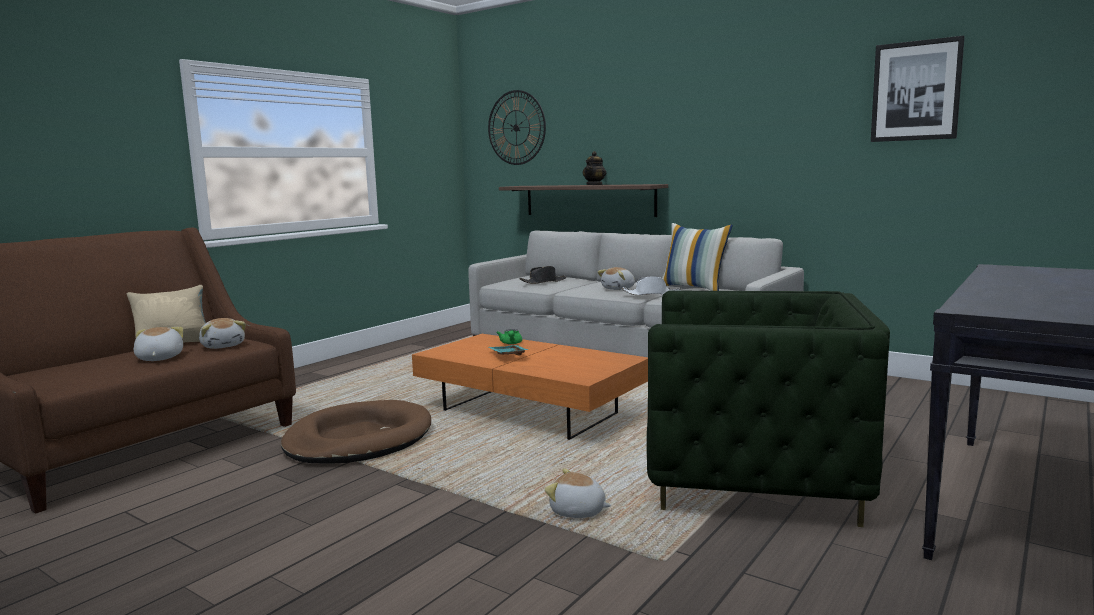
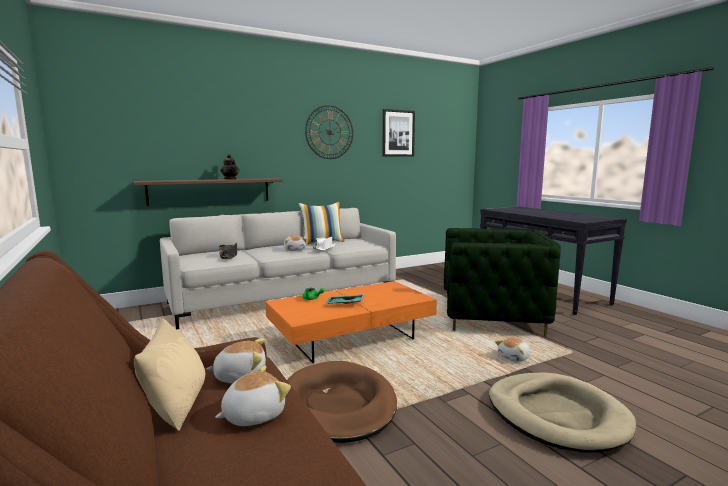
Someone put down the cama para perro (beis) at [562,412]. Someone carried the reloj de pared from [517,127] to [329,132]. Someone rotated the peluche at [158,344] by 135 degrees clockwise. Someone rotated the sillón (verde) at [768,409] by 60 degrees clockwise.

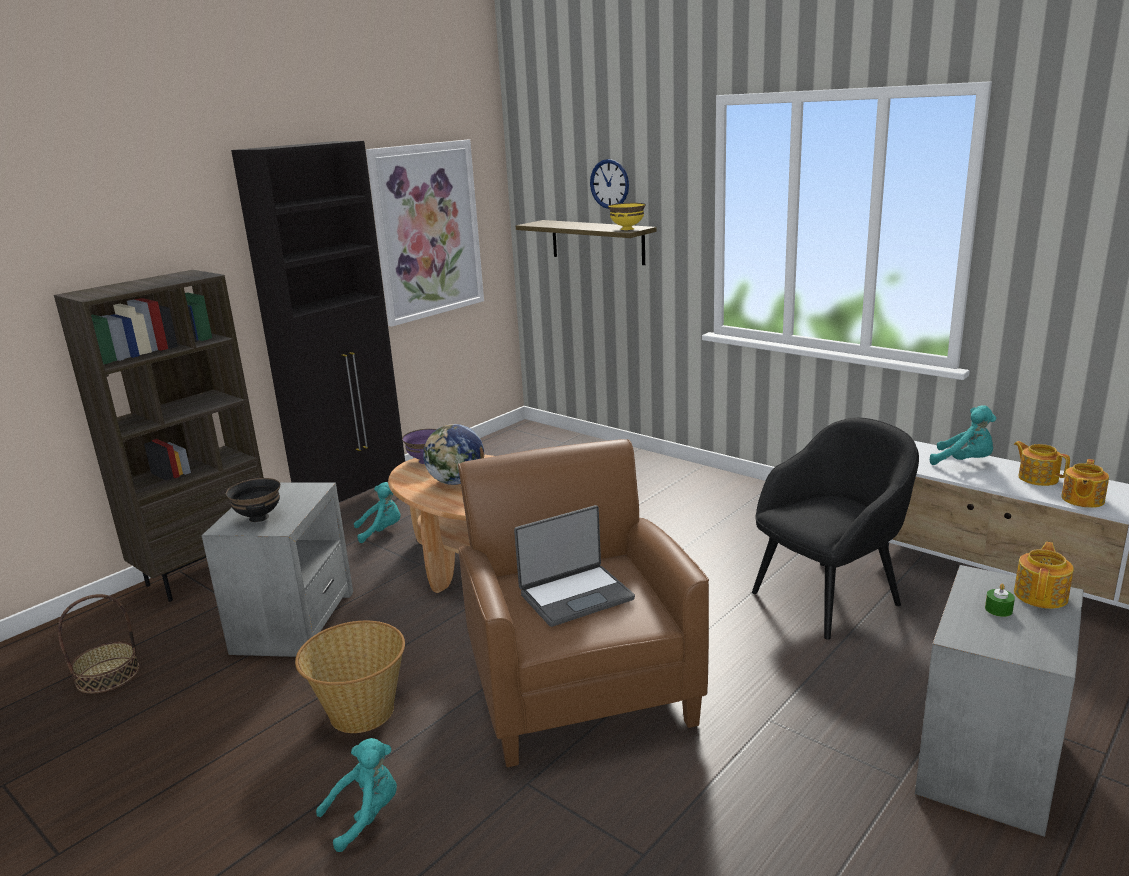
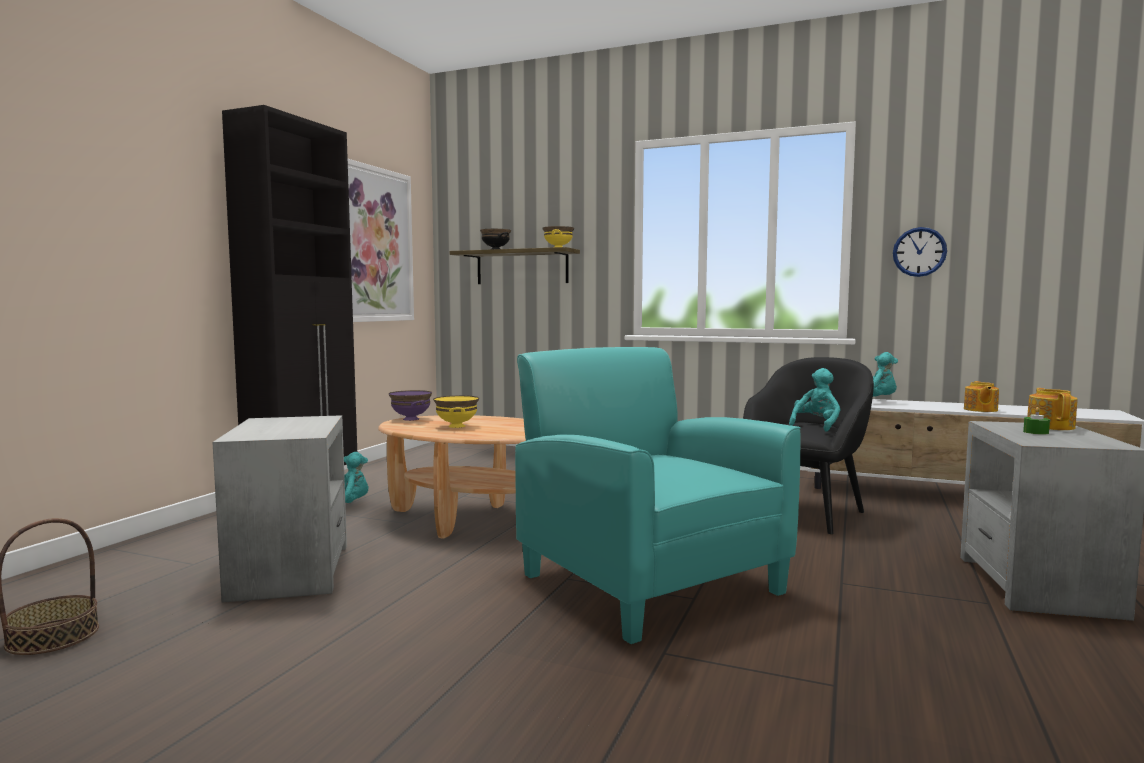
Someone took away the estantería (marrón) at [159,436]. Someone took away the cesta at [350,677]. Someone took away the portátil at [574,566]. Someone took away the tetera at [1042,463]. Someone carried the cuenco (negro) from [253,500] to [495,239]. Someone carried the peluche (turquesa) from [356,795] to [815,400]. Someone carried the reloj de pared from [609,184] to [920,252]. Someone swapped the globo terráqueo at [453,454] for the cuenco (amarillo) at [456,411]. Someone repainted the sillón (marrón) at [583,603], which became the sillón (turquesa) at [658,495].

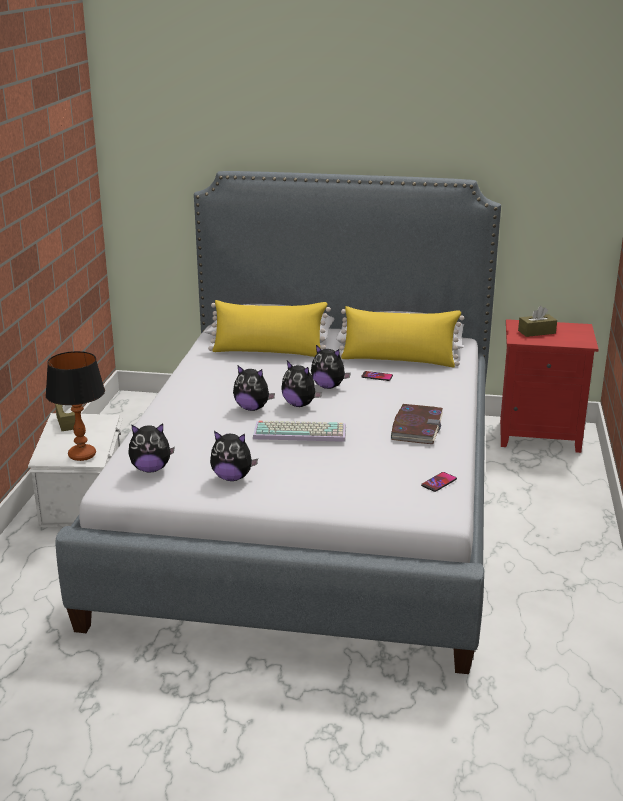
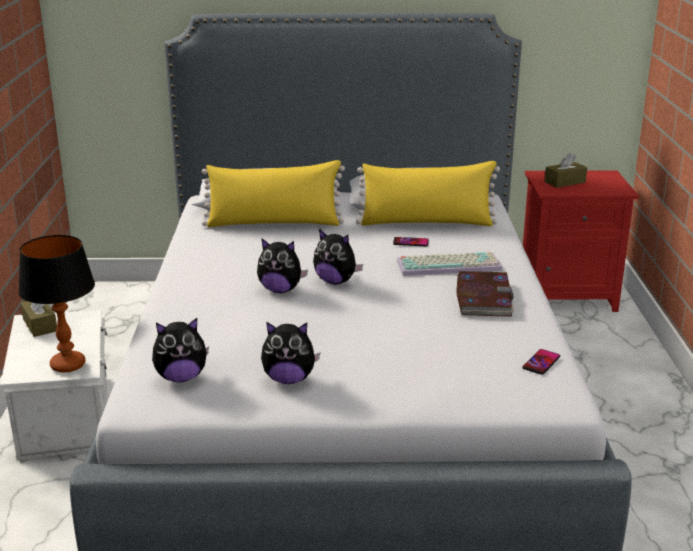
Someone took away the peluche at [331,367]. Someone carried the teclado from [299,431] to [449,264].

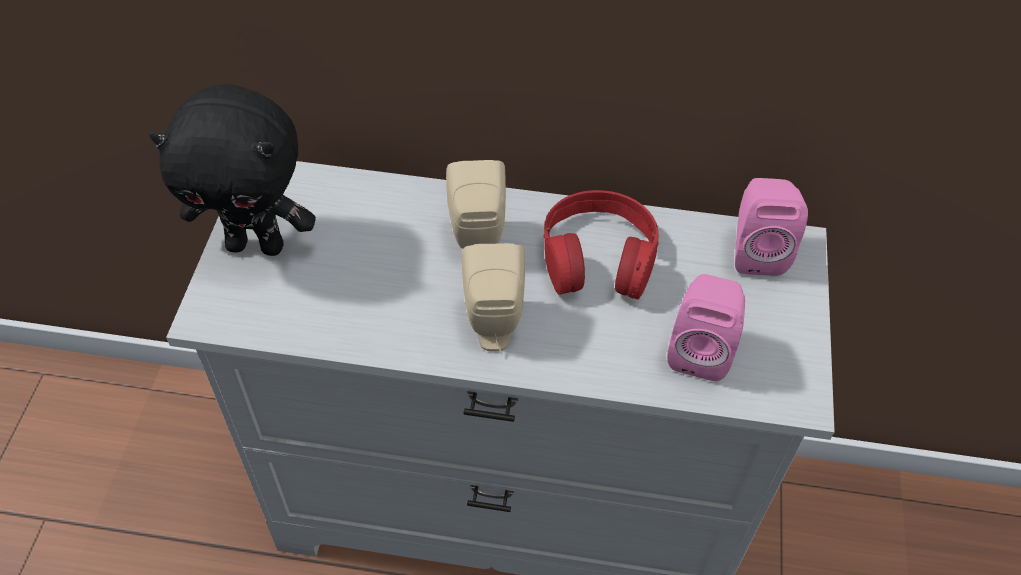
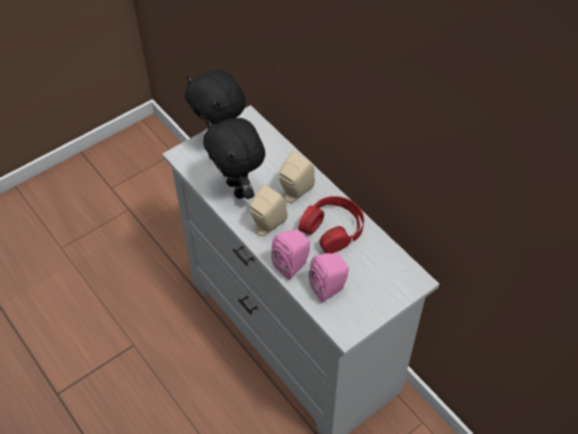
Someone put down the peluche (negro) at [234,158]. Someone carried the altavoz (rosa) from [771,227] to [290,254].

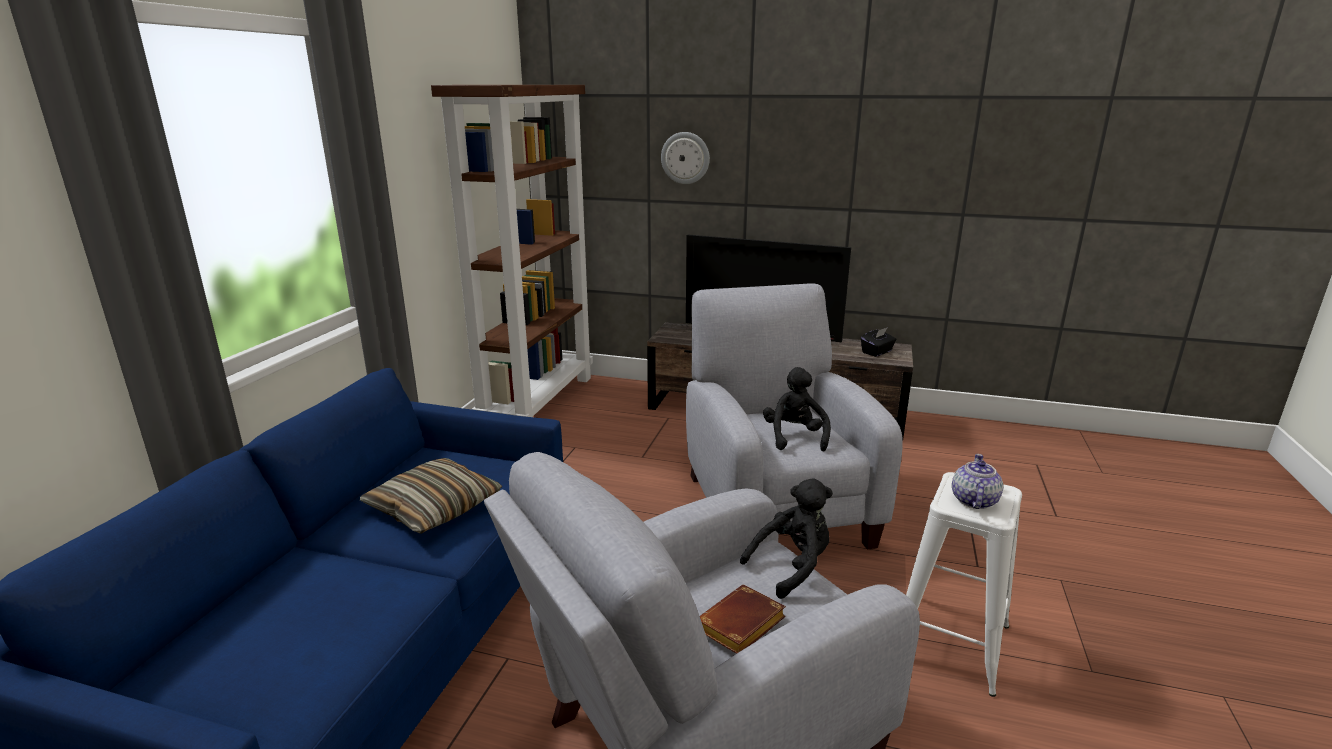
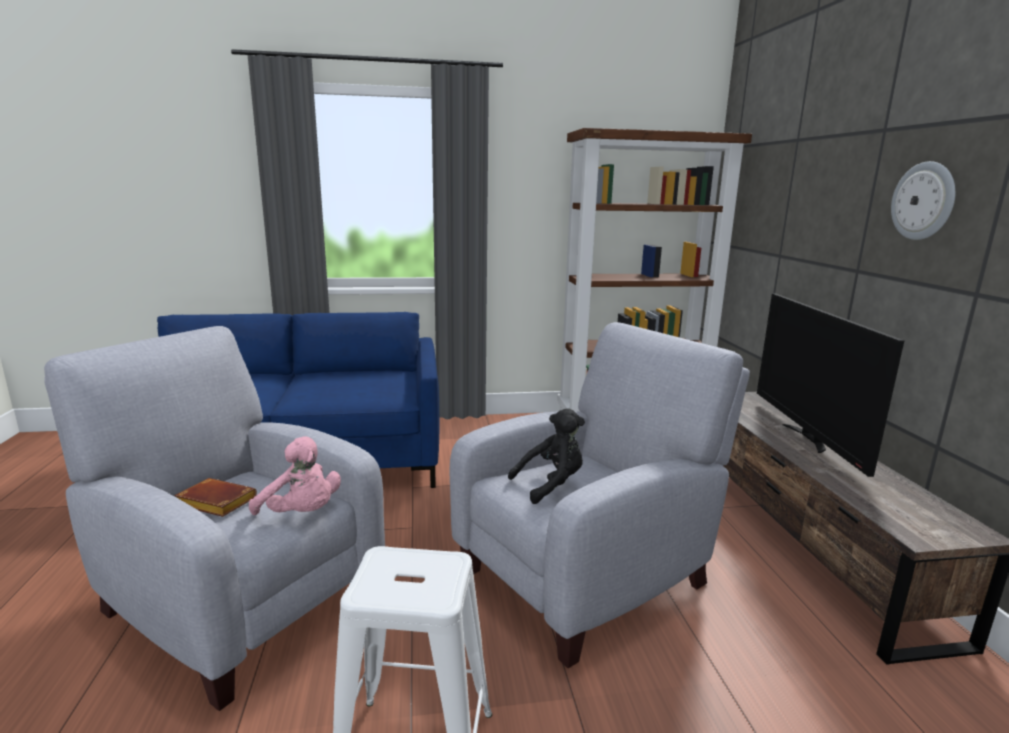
Someone took away the cojín at [431,496]. Someone took away the caja de pañuelos (negro) at [878,342]. Someone took away the tetera at [977,481]. Someone carried the reloj de pared from [685,158] to [923,200]. Someone repainted the peluche (negro) at [786,538], which became the peluche (rosa) at [295,475].

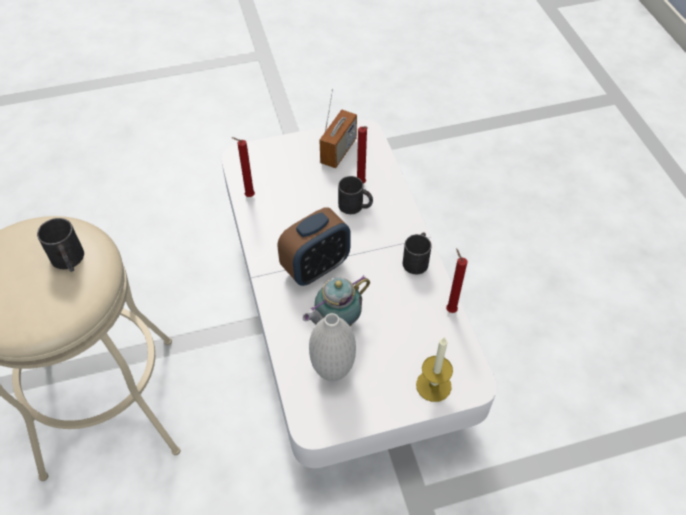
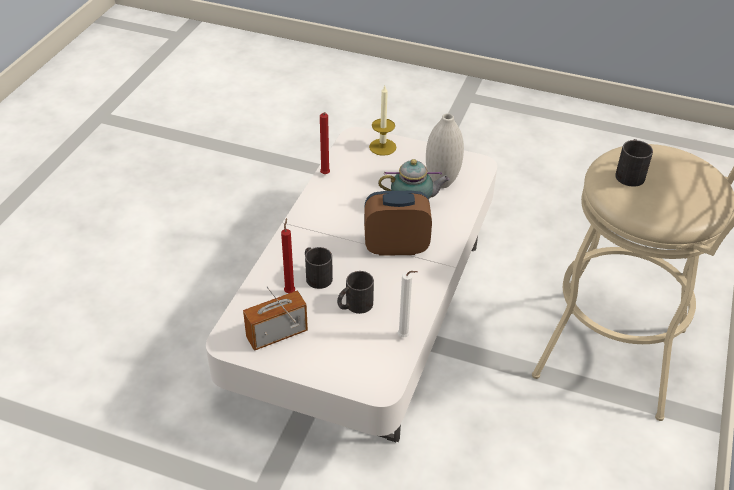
Someone carried the taza grande (negro) from [417,253] to [355,292]. Someone repainted the vela (rojo) at [243,167], which became the vela (blanco) at [408,304].

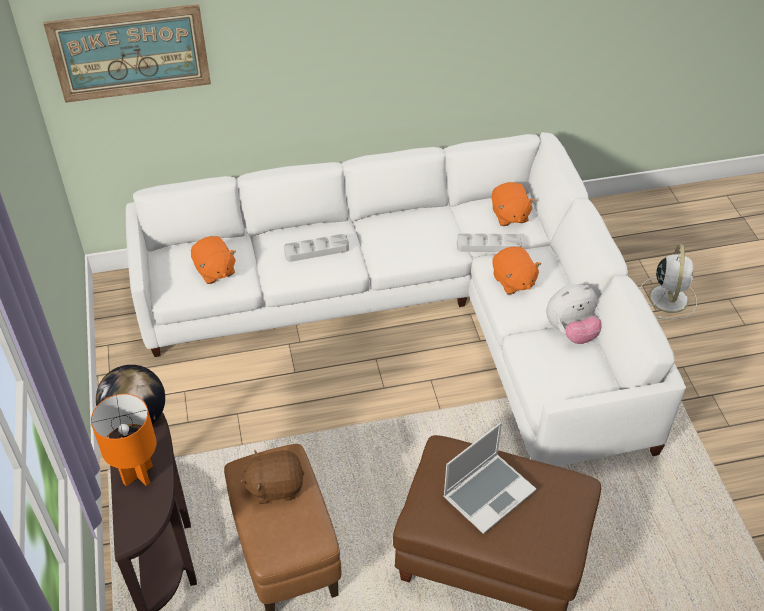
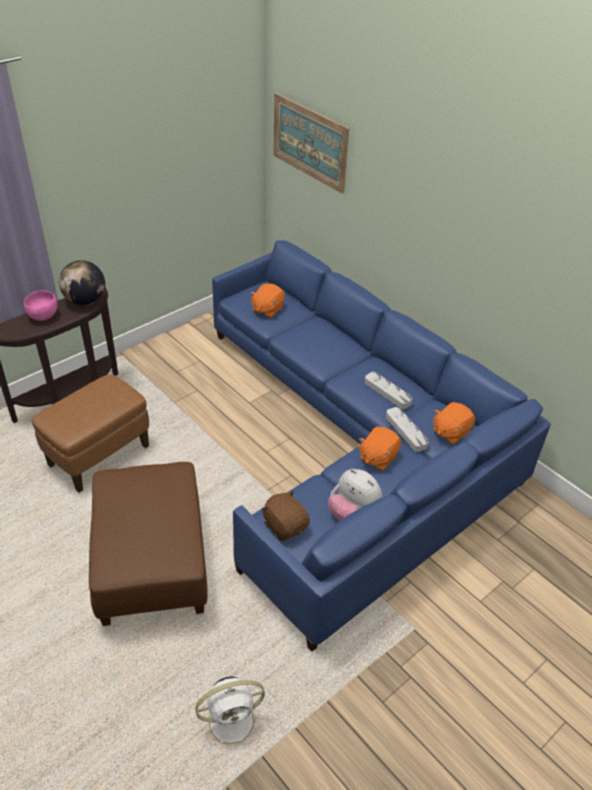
Someone took away the portátil at [489,478]. Someone carried the peluche (marrón) from [272,477] to [285,515]. Someone carried the bandeja (gris) from [316,248] to [389,390]. Someone carried the ventilador (blanco) from [668,281] to [230,715]. Someone swapped the lámpara de mesa (naranja) at [124,440] for the cuenco (rosa) at [41,305]. Someone repainted the sofá (blanco) at [406,299], which became the sofá (azul) at [381,446].

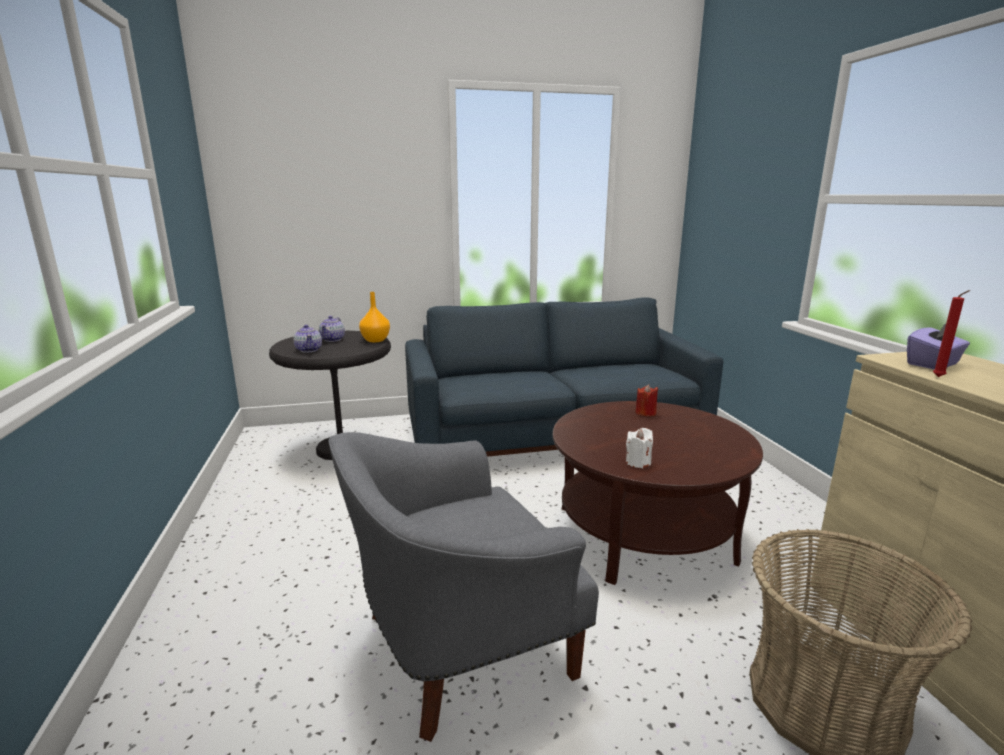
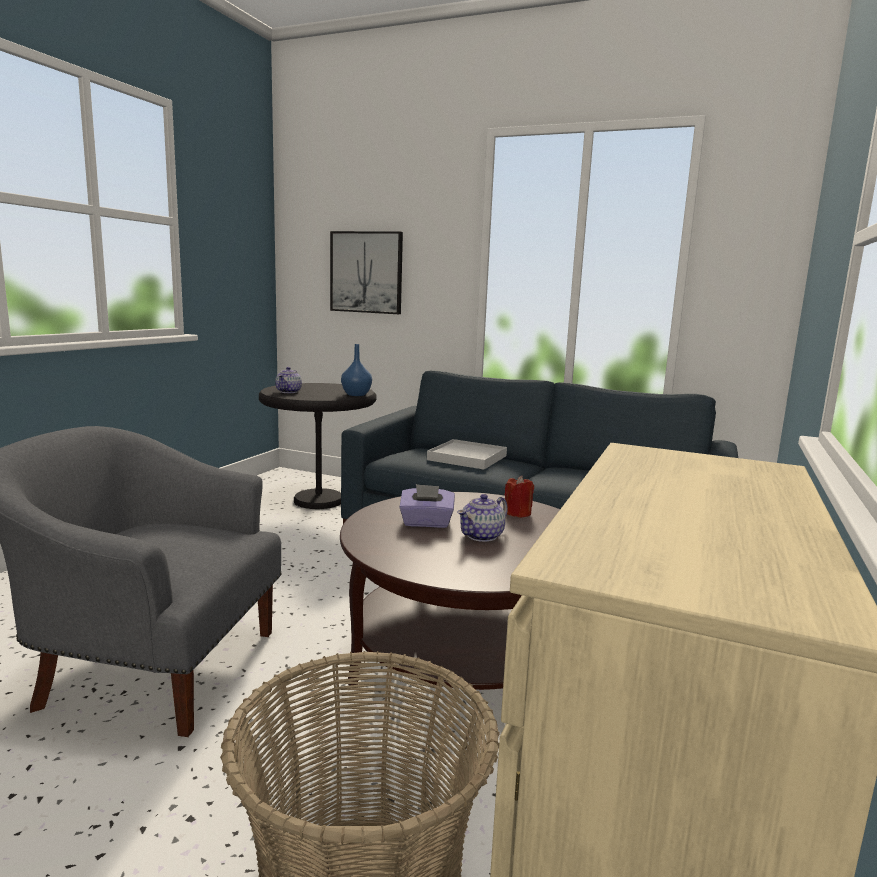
Someone took away the vela (blanco) at [639,448]. Someone took away the vela (rojo) at [952,333]. Someone put up the cuadro at [366,272]. Someone put down the bandeja (blanco) at [467,454]. Someone carried the tetera from [332,329] to [482,518]. Someone carried the caja de pañuelos (morado) from [938,346] to [427,506]. Someone repainted the florero (naranja) at [374,317], which became the florero (azul) at [356,370].

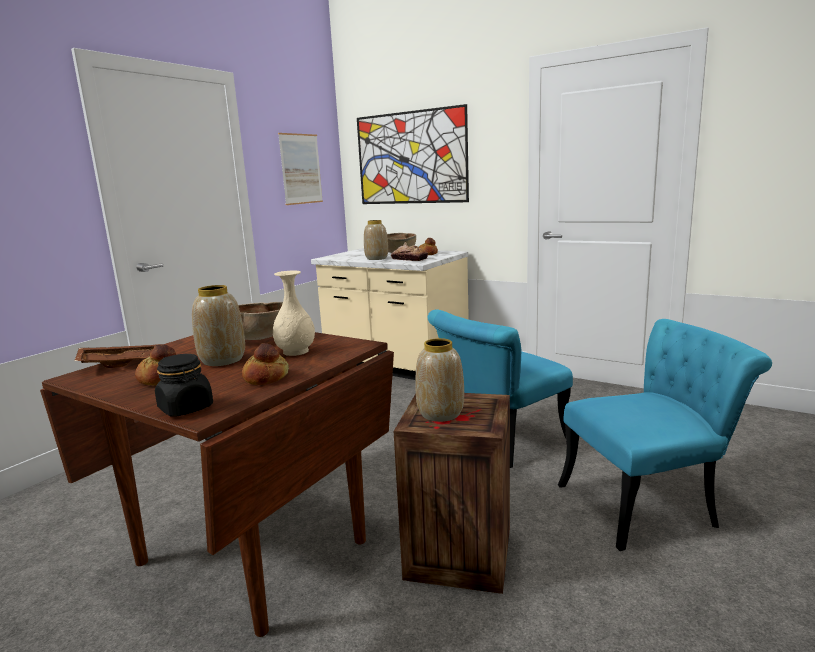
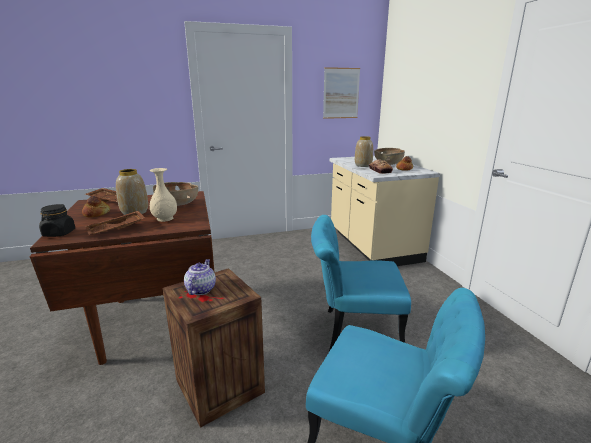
Someone took away the cuadro at [413,154]. Someone swapped the pan at [265,364] for the bandeja (marrón) at [115,223]. Someone swapped the florero at [439,380] for the tetera at [200,277].

